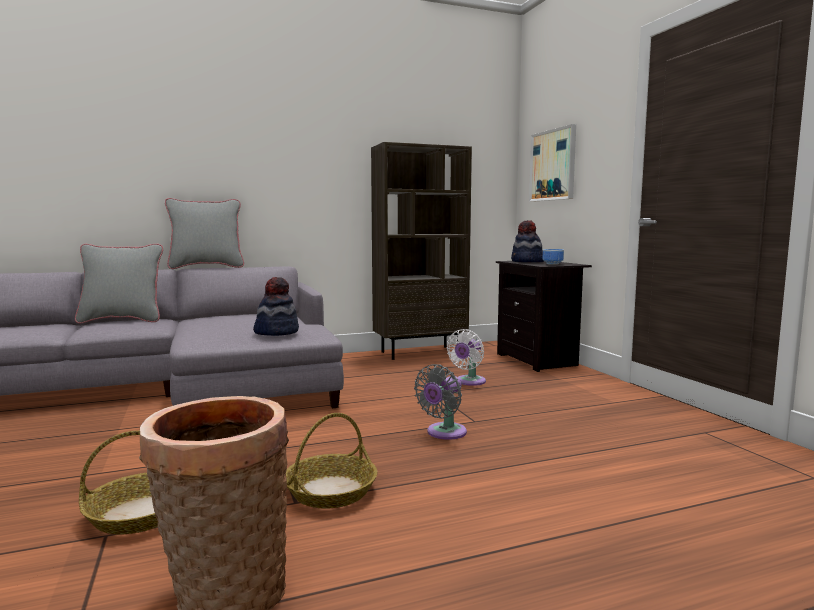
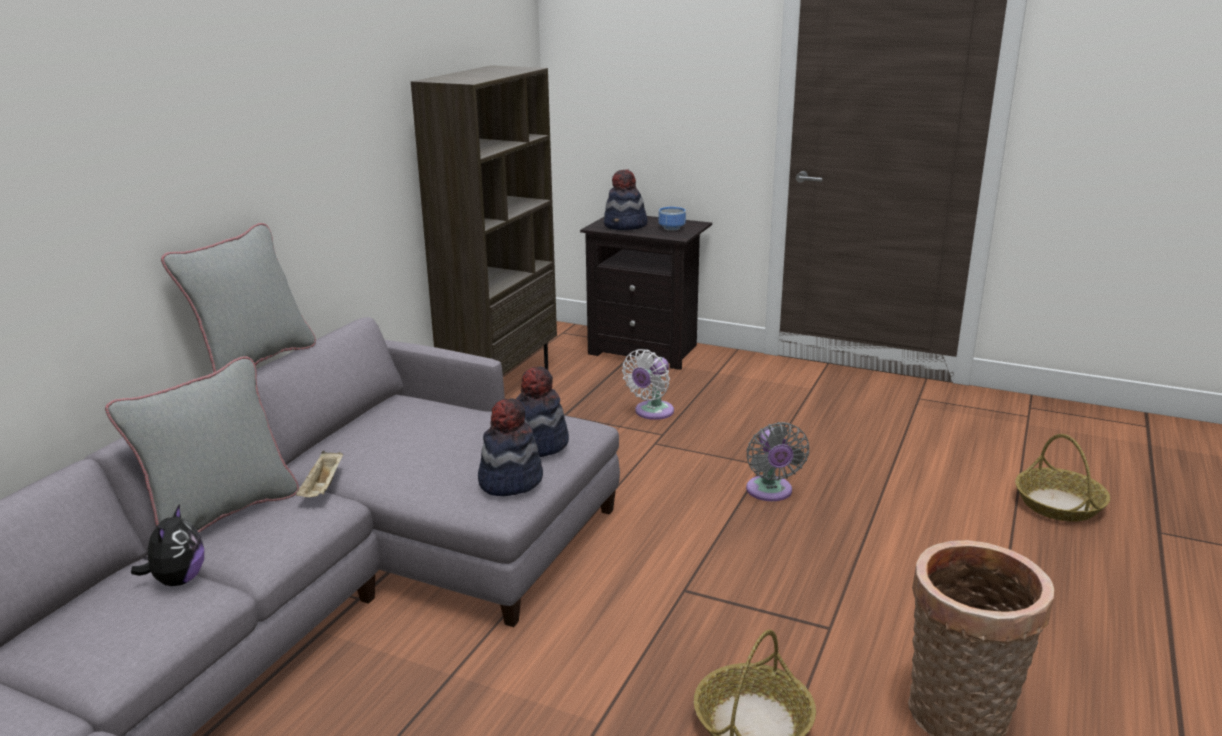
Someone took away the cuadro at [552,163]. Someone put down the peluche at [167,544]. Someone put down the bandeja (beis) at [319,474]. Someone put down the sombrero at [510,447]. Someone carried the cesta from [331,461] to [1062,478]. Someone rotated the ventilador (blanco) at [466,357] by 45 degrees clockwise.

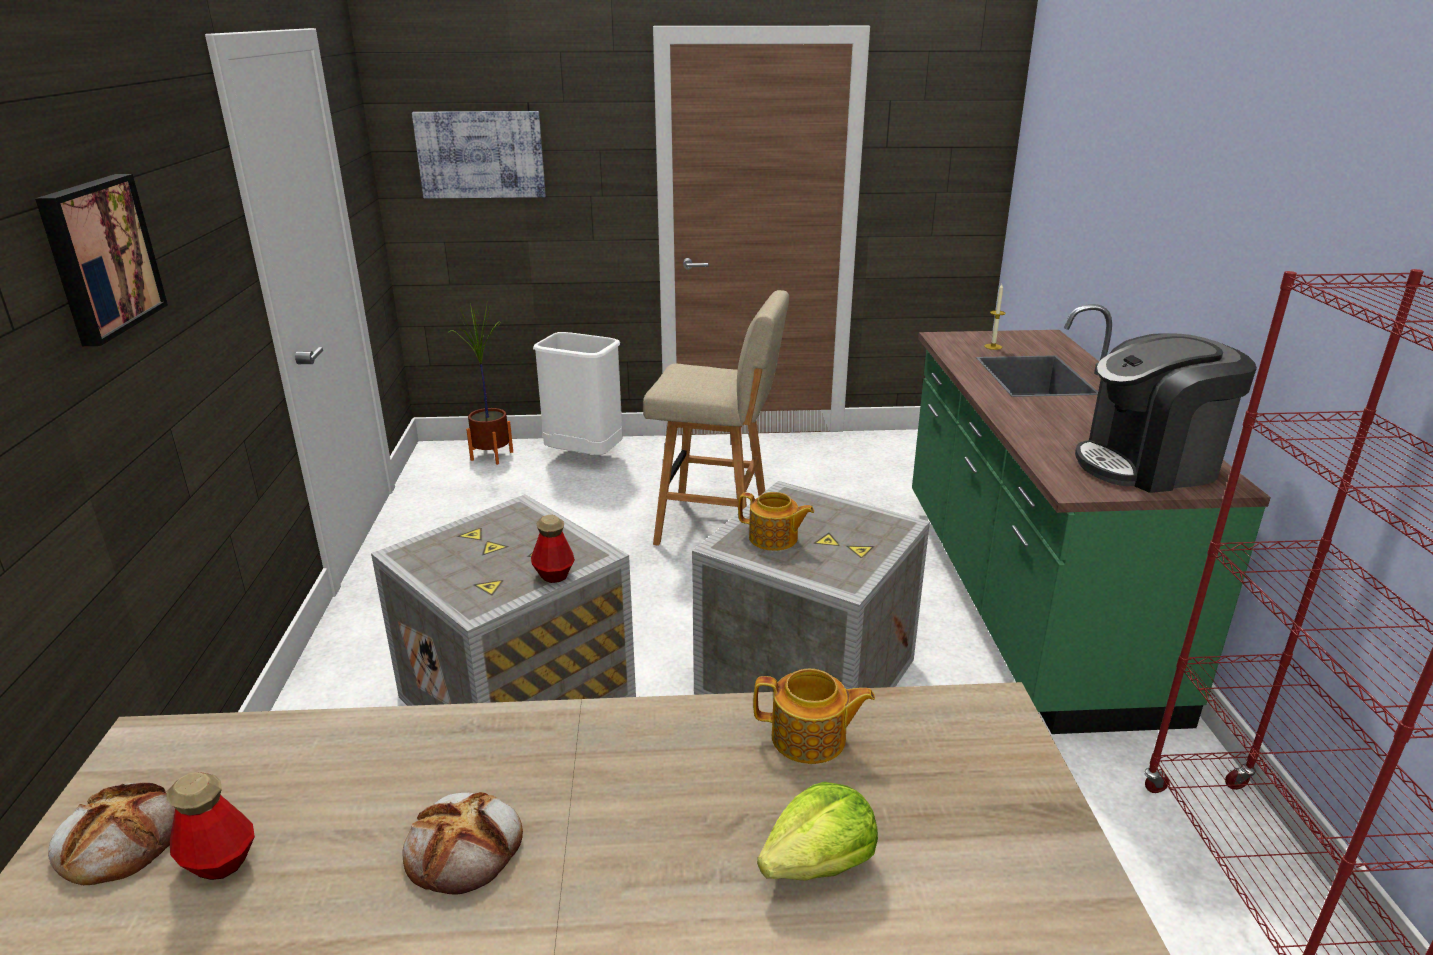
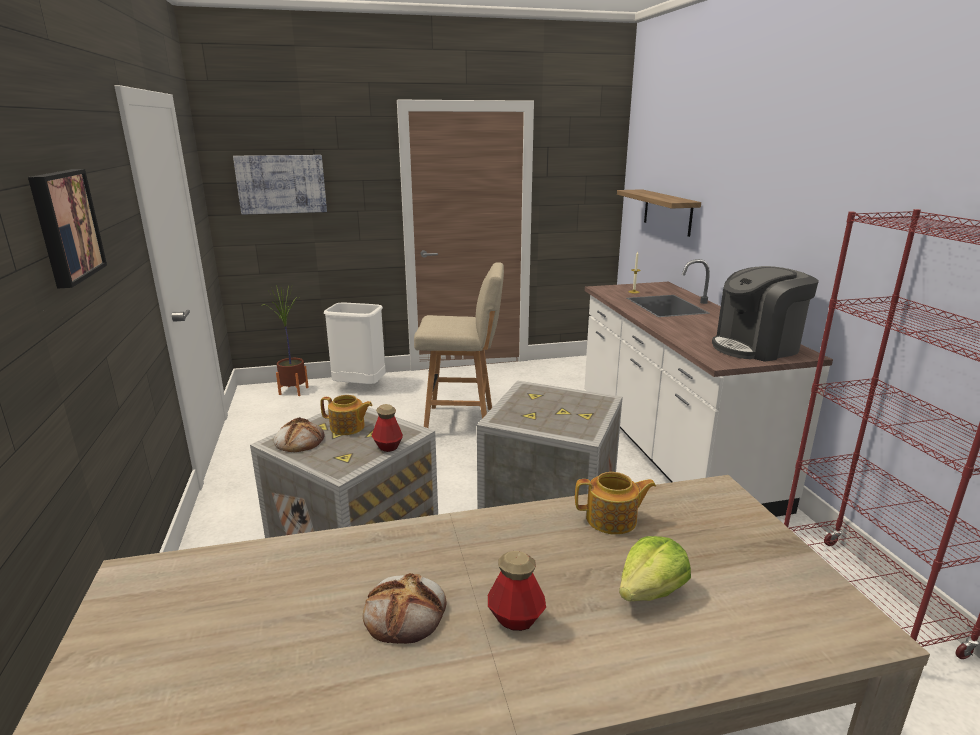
Someone put up the estante at [659,213]. Someone carried the pan from [111,834] to [299,434]. Someone carried the botella from [211,826] to [517,591]. Someone carried the tetera from [776,521] to [346,415]. Someone repainted the mueble bajo de cocina (verde) at [1091,519], which became the mueble bajo de cocina (blanco) at [708,388].

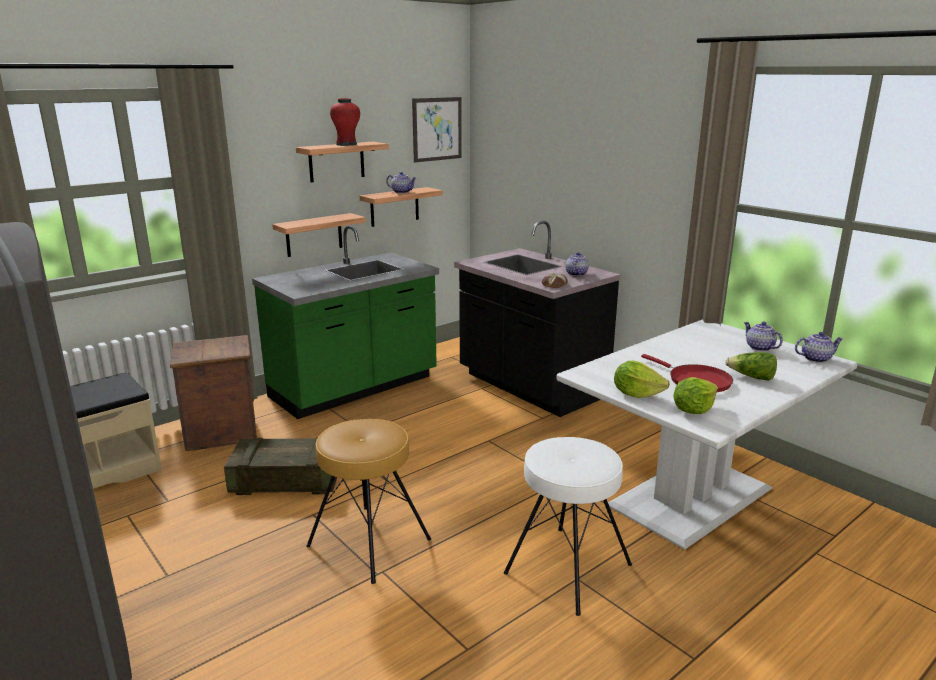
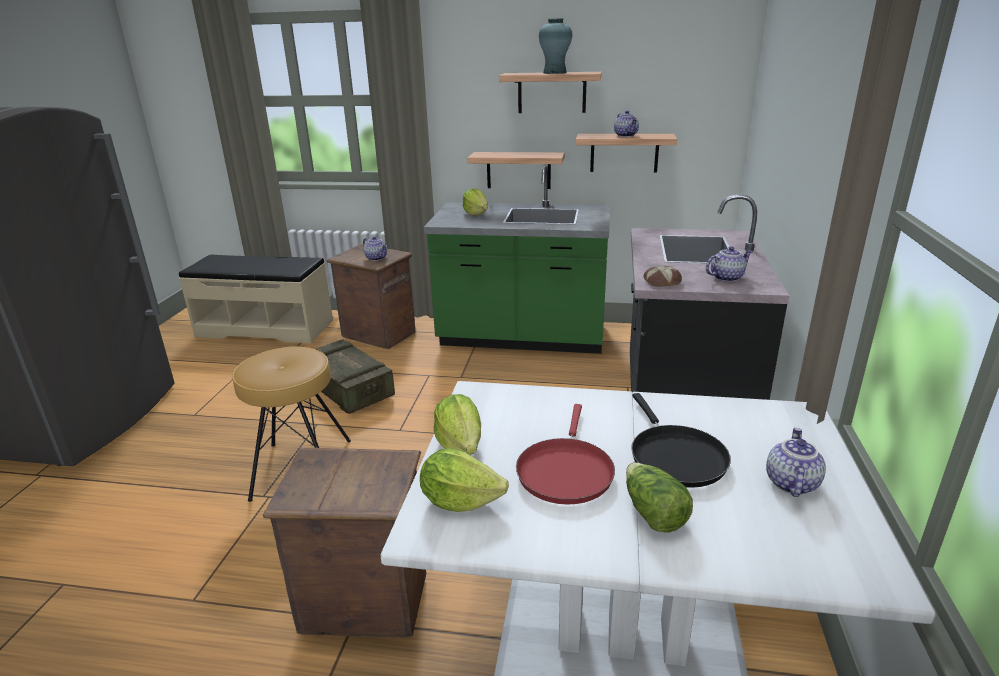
Someone took away the cuadro at [437,129]. Someone put down the lechuga at [475,202]. Someone put down the sartén (negro) at [681,440]. Someone carried the tetera from [819,347] to [375,248]. Someone swapped the taburete (blanco) at [568,526] for the caja de embalaje at [344,542]. Someone repainted the florero (rojo) at [345,122], which became the florero (turquesa) at [555,46].

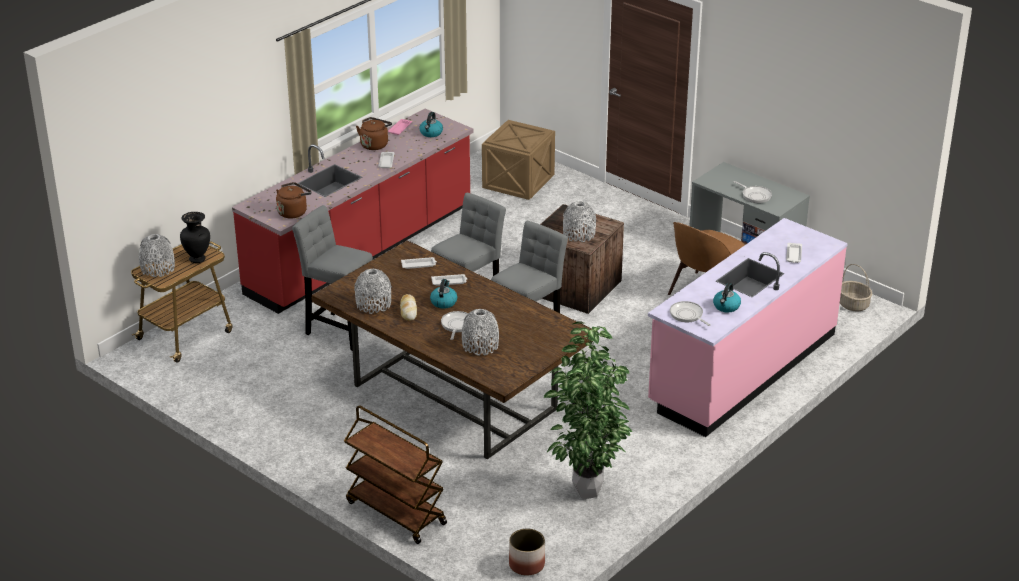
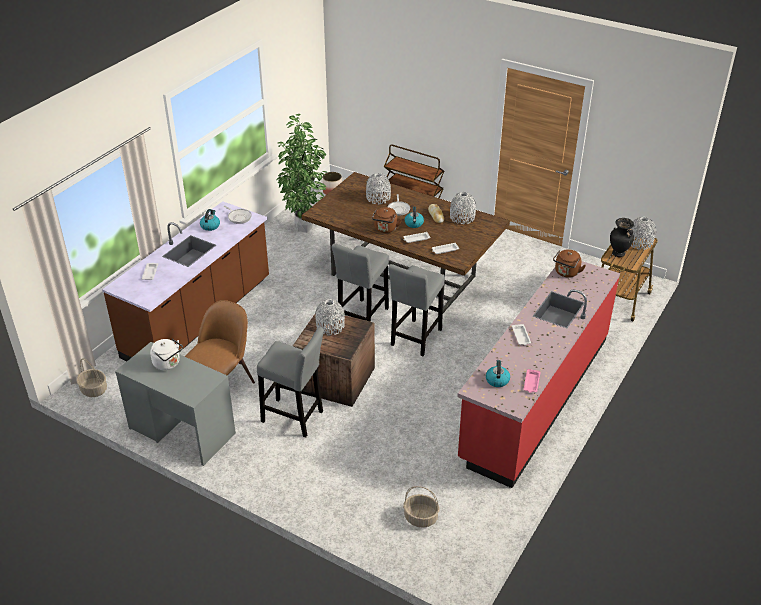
Someone carried the taburete (gris) from [332,278] to [290,382]. Someone carried the hervidor (marrón) from [374,133] to [387,220]. Someone swapped the caja de embalaje at [518,160] for the cesta at [421,507]. Someone swapped the sartén at [753,192] for the hervidor (blanco) at [166,354]. Someone repainted the mueble bajo de cocina (rosa) at [748,327], which became the mueble bajo de cocina (marrón) at [185,281].

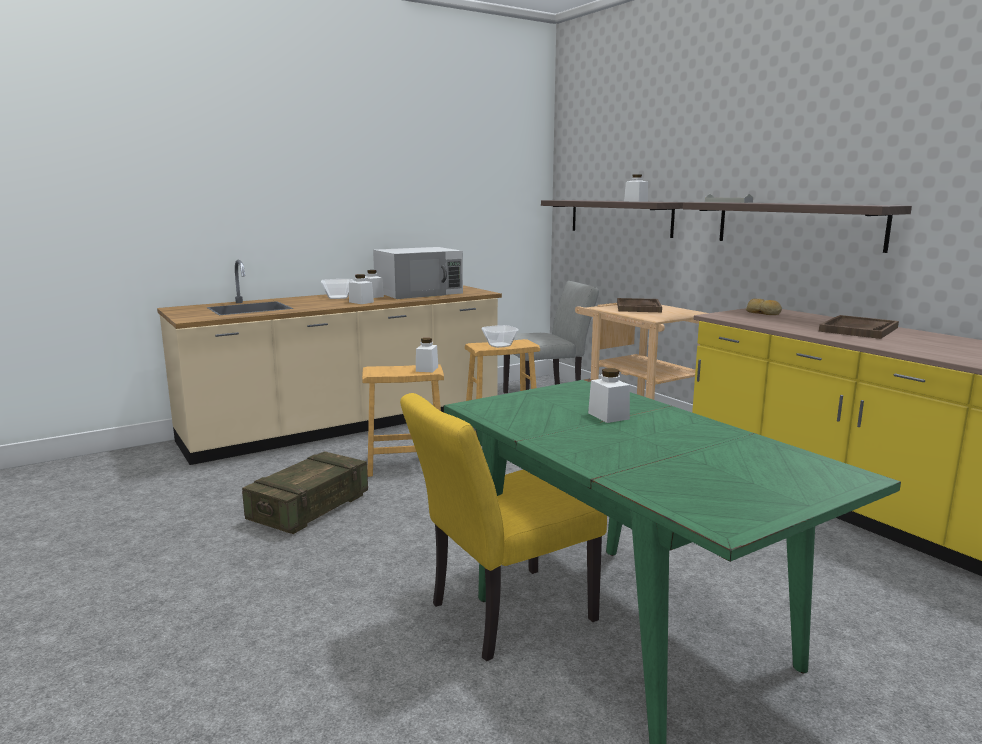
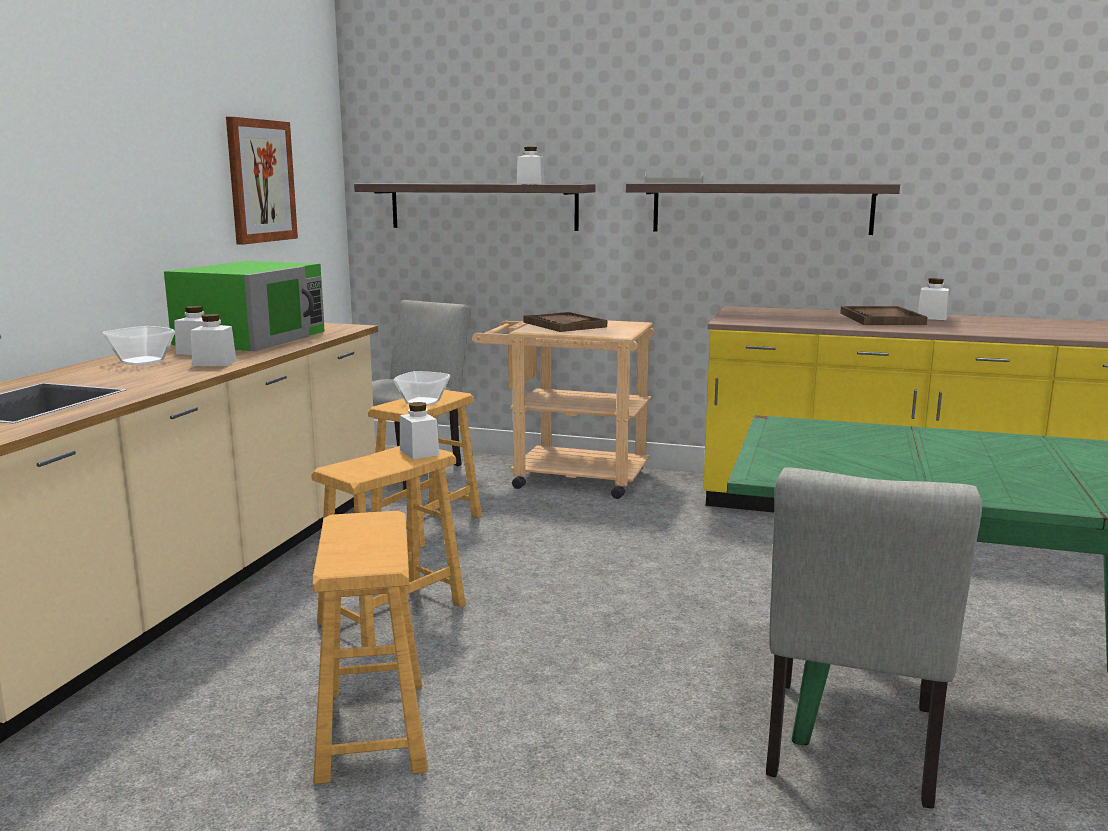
Someone took away the pan at [764,307]. Someone put up the cuadro at [262,181]. Someone carried the tarro (blanco) from [609,395] to [933,299]. Someone swapped the caja de embalaje at [305,492] for the taburete (marrón) at [370,647]. Someone repainted the microondas (blanco) at [418,273], which became the microondas (verde) at [244,306]. Someone repainted the silla (amarillo) at [503,527], which became the silla (gris) at [874,638].

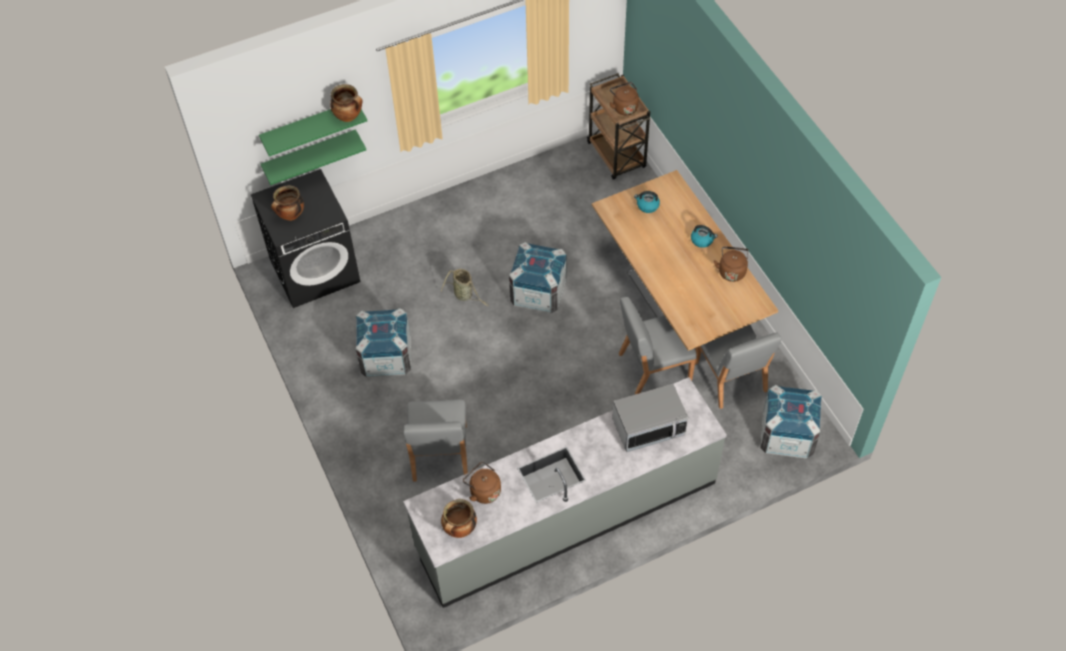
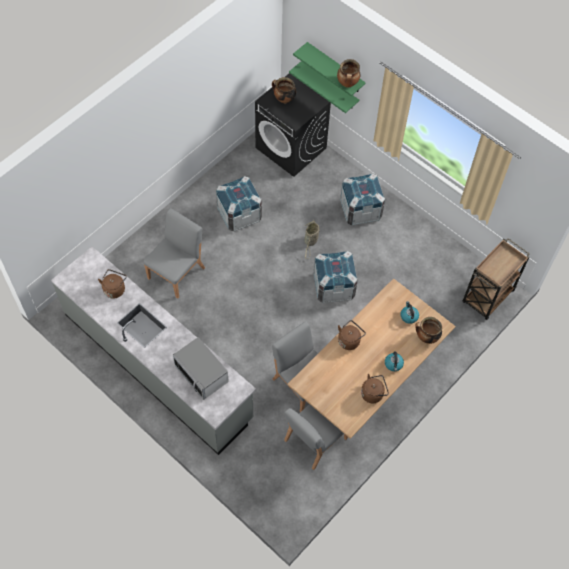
Someone carried the olla from [459,518] to [428,330]. Someone carried the hervidor (marrón) from [624,98] to [352,335]. Someone carried the caja de embalaje from [791,422] to [362,199]. Someone rotated the silla (gris) at [435,440] by 150 degrees clockwise.

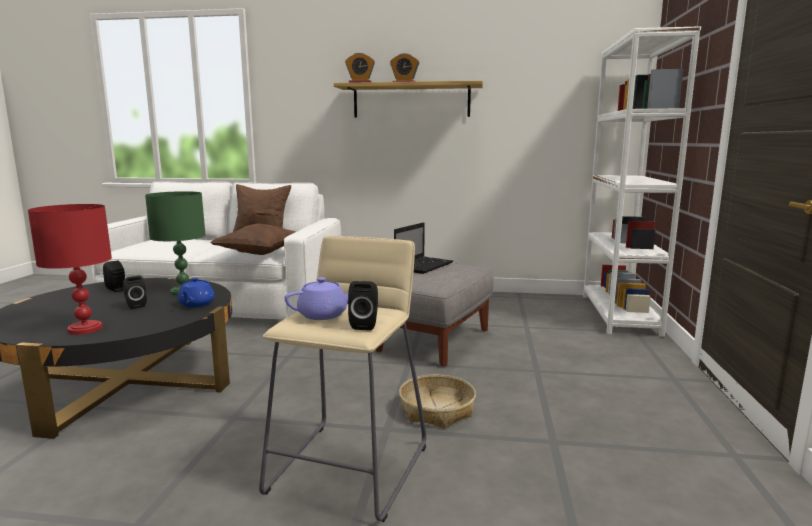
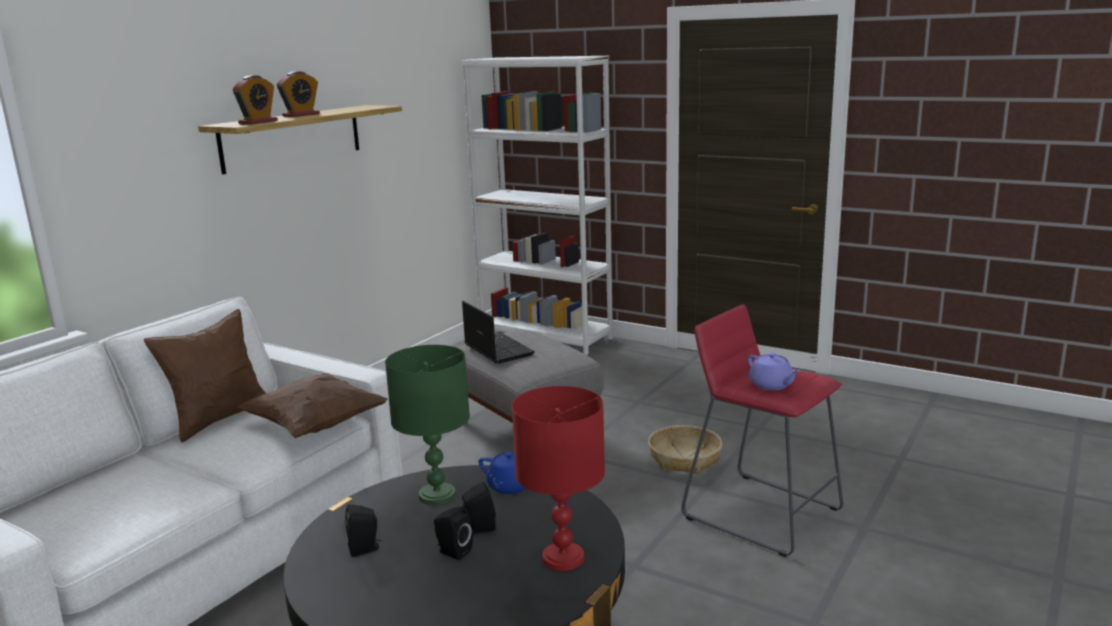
Someone carried the altavoz (negro) from [363,305] to [453,533]. Someone repainted the taburete (beis) at [342,379], which became the taburete (rojo) at [762,431]. Someone rotated the tetera (morado) at [316,298] by 150 degrees clockwise.

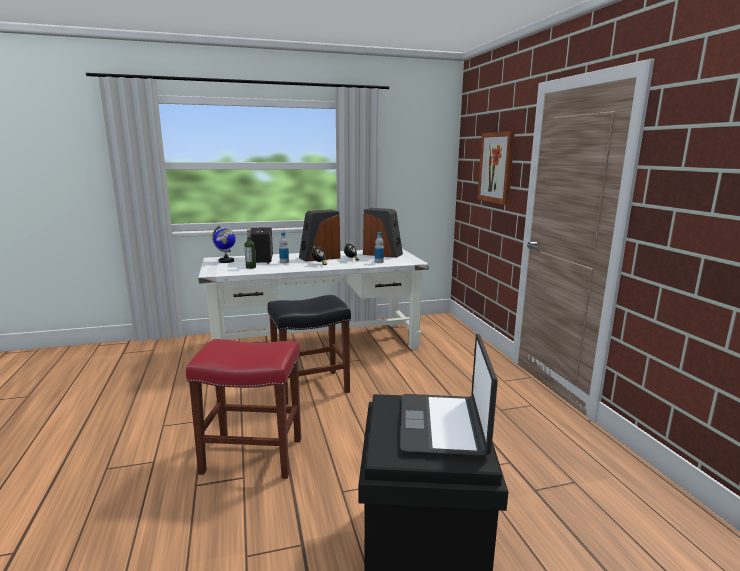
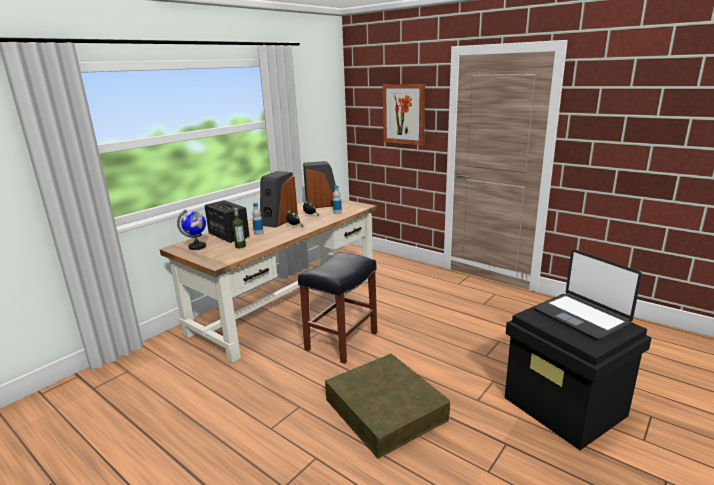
Someone swapped the taburete (rojo) at [243,409] for the caja de almacenaje (marrón) at [387,406]. Someone repainted the escritorio (blanco) at [313,299], which became the escritorio (marrón) at [268,281].

